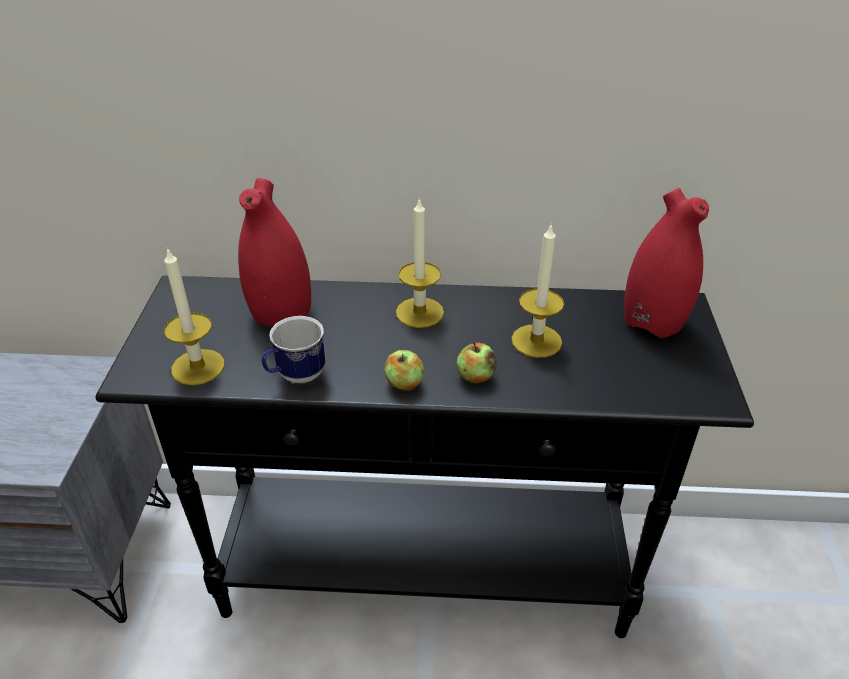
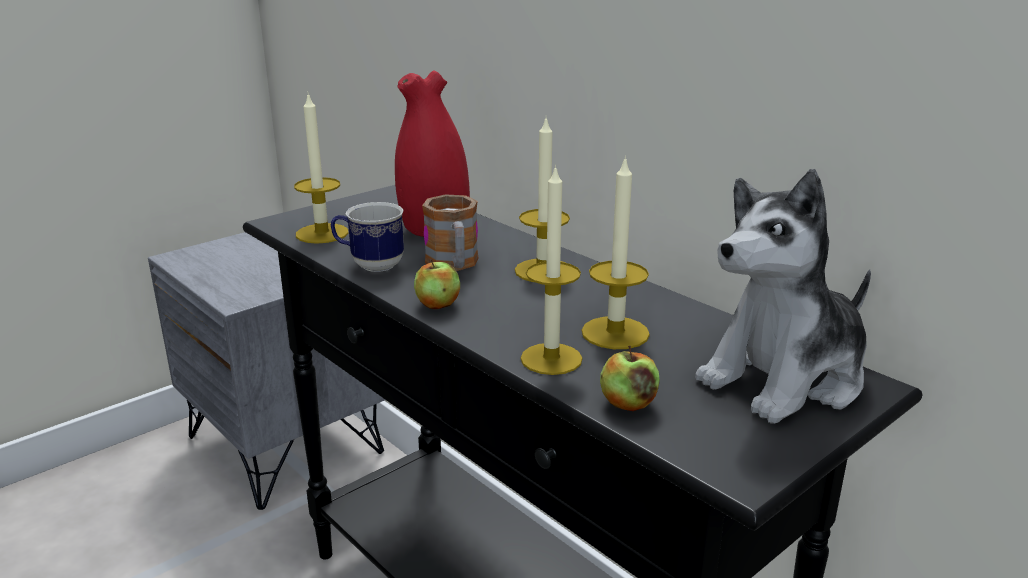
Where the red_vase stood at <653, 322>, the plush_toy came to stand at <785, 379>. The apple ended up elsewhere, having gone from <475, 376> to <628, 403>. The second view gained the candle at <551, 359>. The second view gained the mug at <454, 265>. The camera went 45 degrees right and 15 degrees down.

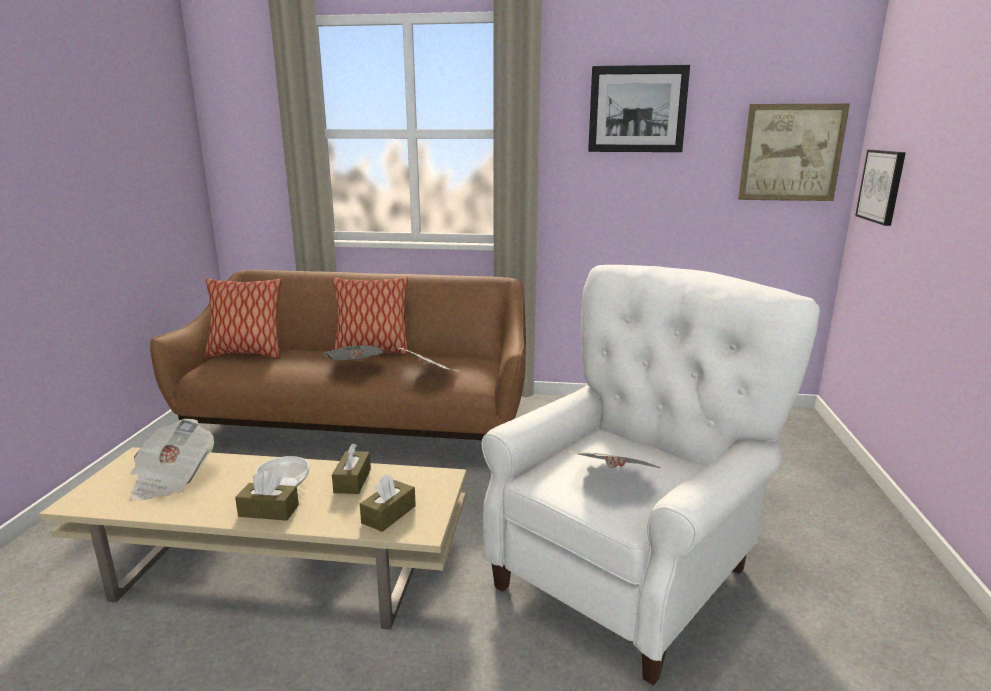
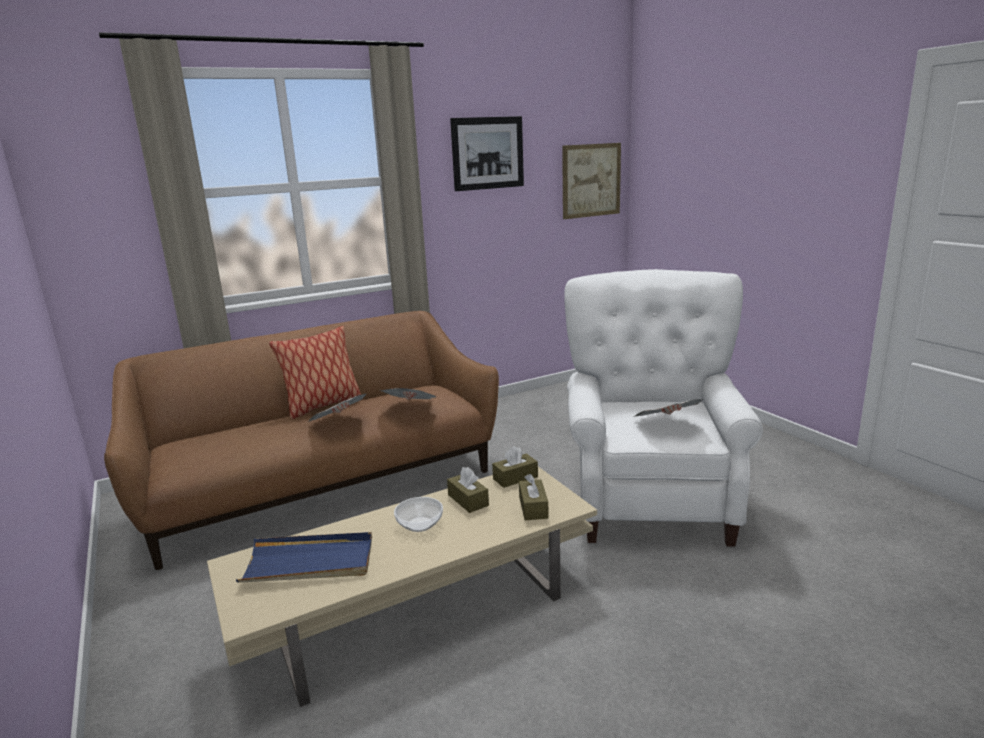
The second view lost the picture at <882, 186>. The second view lost the pillow at <246, 354>. Where the newspaper stood at <172, 479>, the blue_tray came to stand at <309, 562>. The brown_tissue_box ended up elsewhere, having gone from <268, 511> to <515, 478>. The camera went 35 degrees left and 0 degrees up.

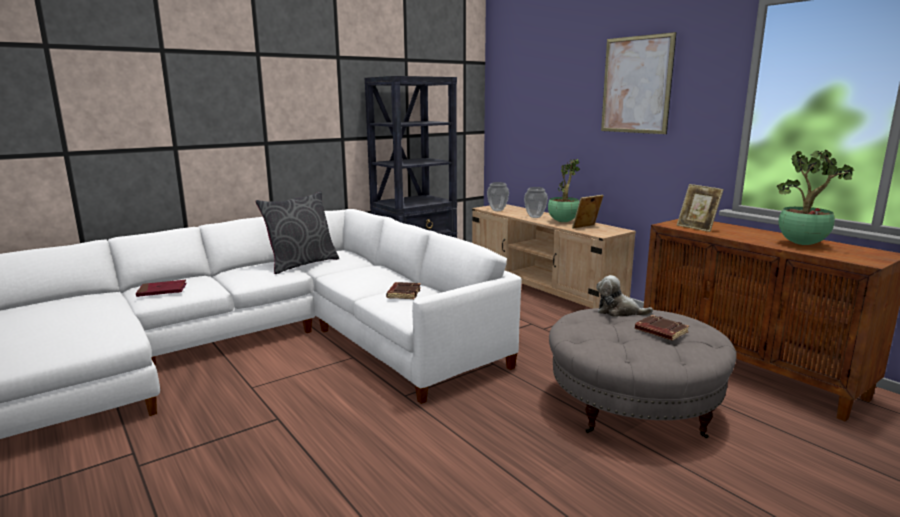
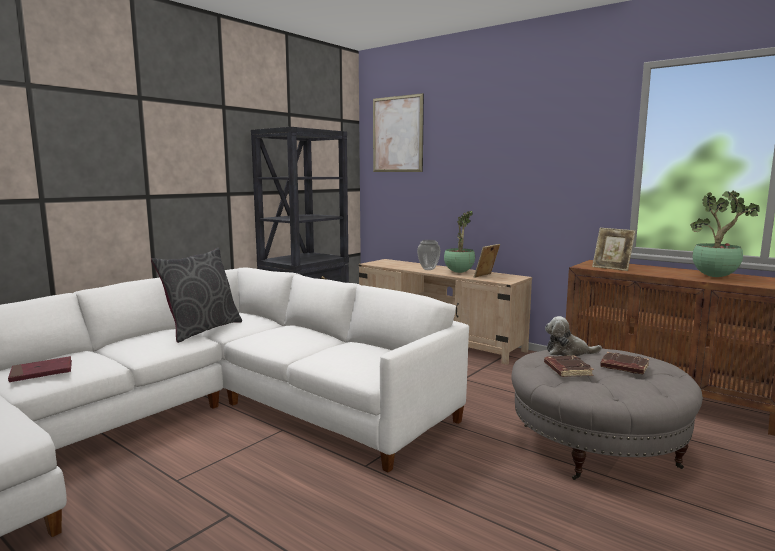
The picture ended up elsewhere, having gone from <636, 85> to <397, 134>. The second view lost the vase at <497, 210>. The brown_book ended up elsewhere, having gone from <403, 293> to <566, 370>. The camera went 15 degrees left and 5 degrees down.

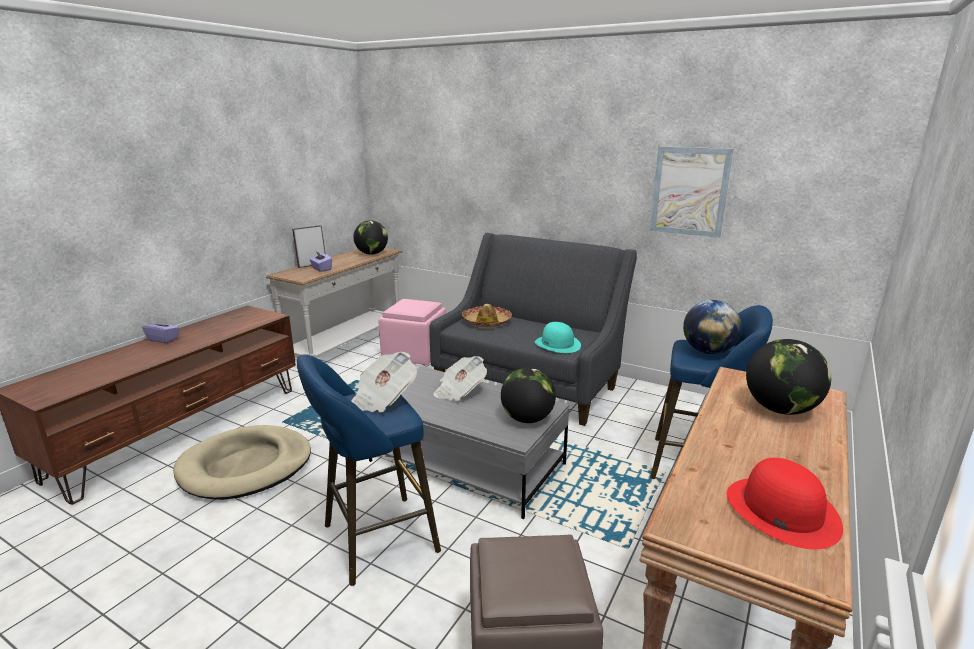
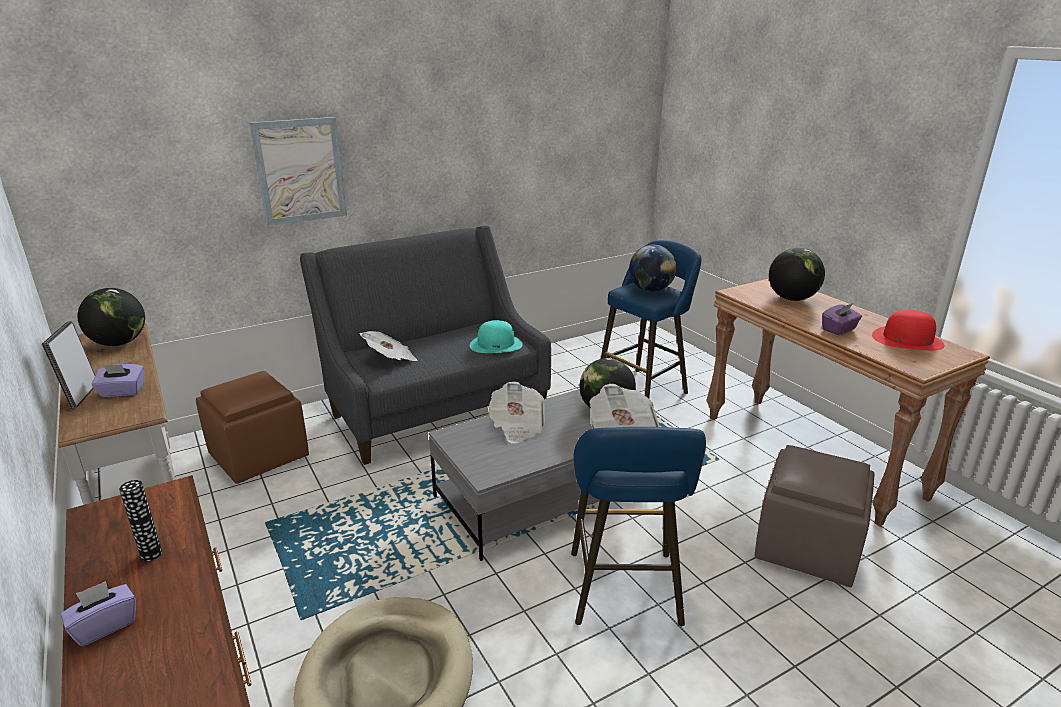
The picture ended up elsewhere, having gone from <689, 191> to <300, 171>. What was the pink_ottoman at <415, 354> turned into the brown_ottoman at <259, 455>. Where the hat stood at <486, 322>, the newspaper came to stand at <391, 359>. The second view gained the purple_tissue_box at <839, 329>. The second view gained the vase at <151, 554>. The camera went 60 degrees left and 5 degrees up.

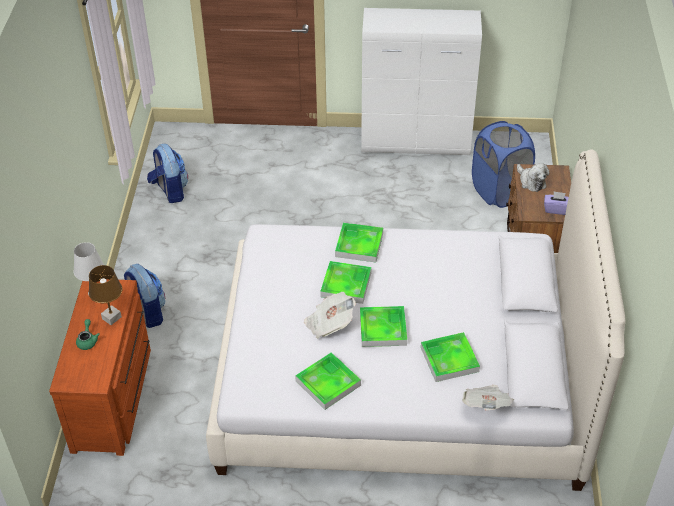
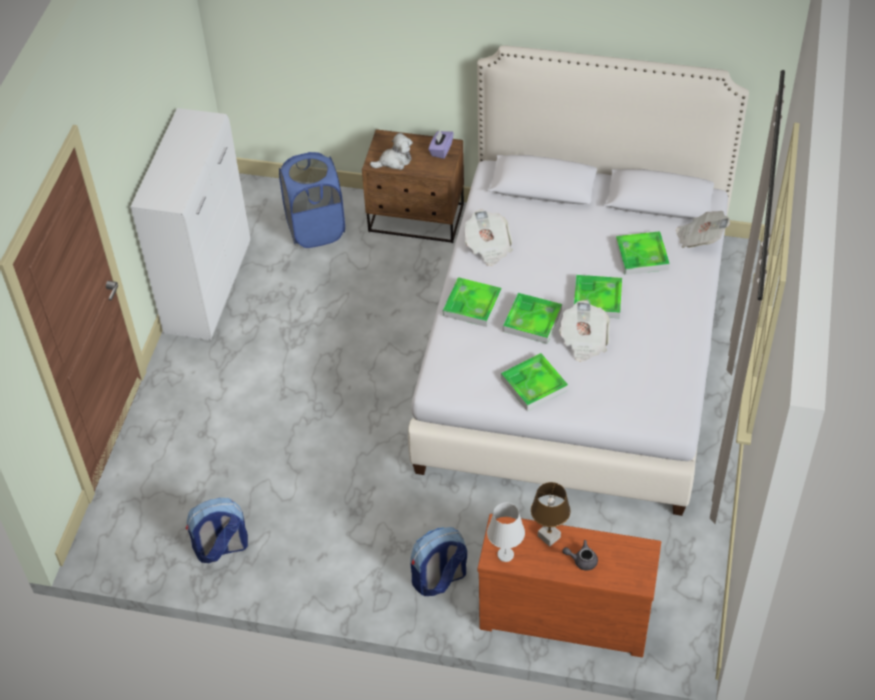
What was the green_teapot at <88, 340> turned into the grey_teapot at <581, 560>. The tray ended up elsewhere, having gone from <328, 383> to <534, 384>. The second view gained the newspaper at <488, 247>. The camera went 80 degrees left and 5 degrees up.

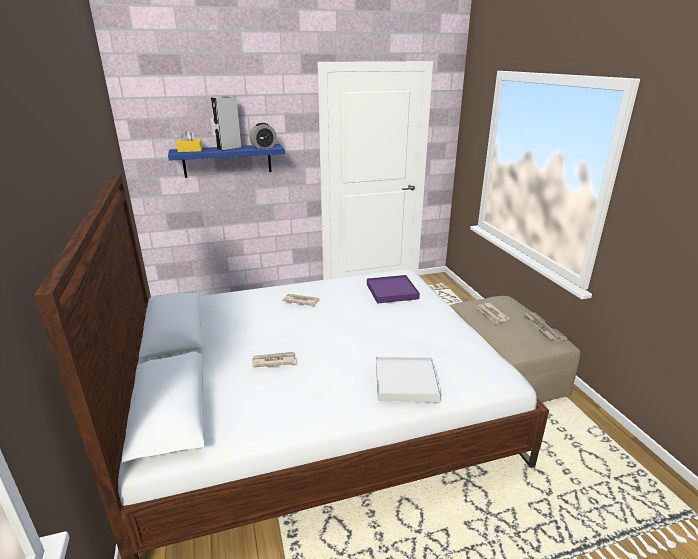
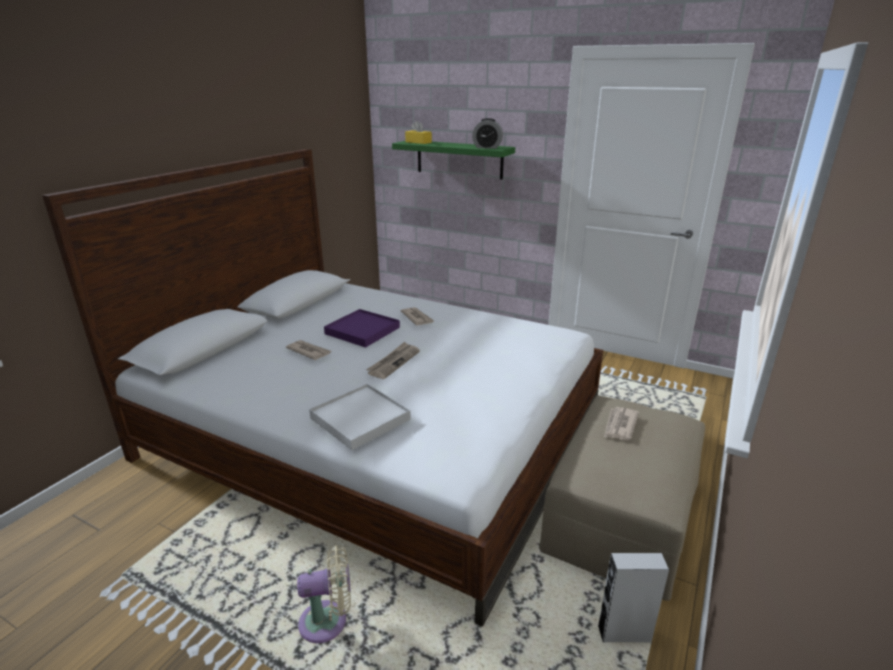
The grey_speaker ended up elsewhere, having gone from <229, 148> to <624, 634>. What was the blue_shelf at <227, 160> turned into the green_shelf at <459, 159>. The purple_tray ended up elsewhere, having gone from <392, 291> to <362, 331>. The newspaper ended up elsewhere, having gone from <543, 327> to <394, 362>. The second view gained the beige_fan at <328, 621>. The camera went 45 degrees right and 0 degrees up.

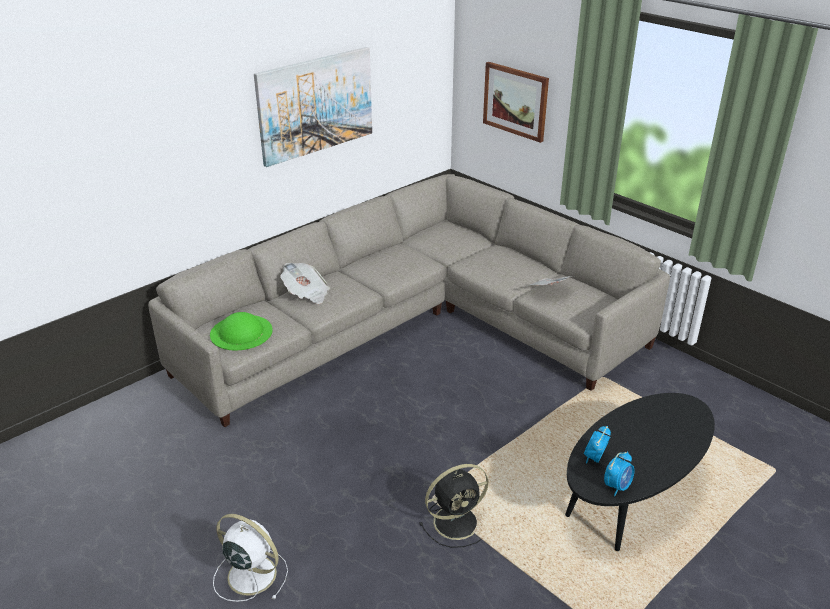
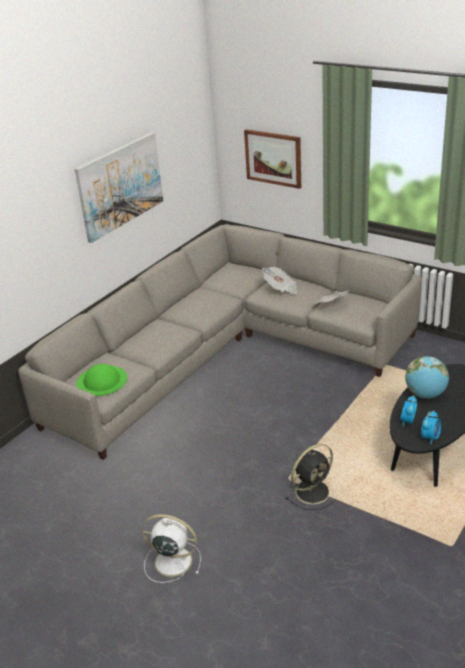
The newspaper ended up elsewhere, having gone from <306, 294> to <281, 289>. The second view gained the globe at <425, 394>. The camera went 10 degrees left and 0 degrees up.

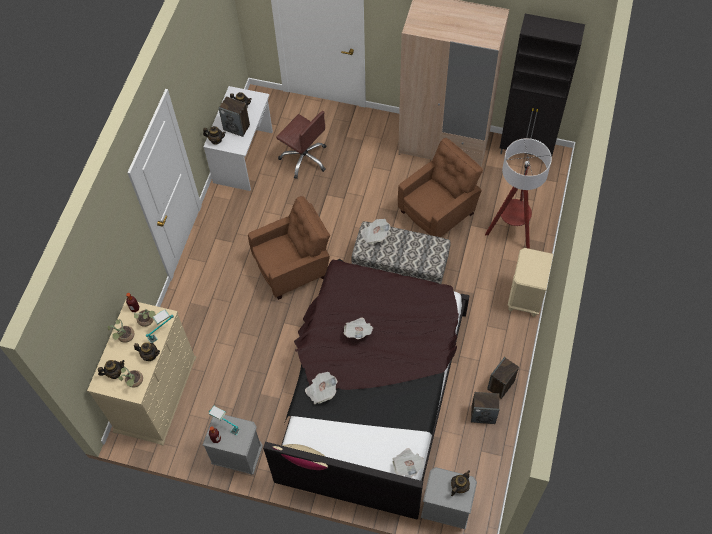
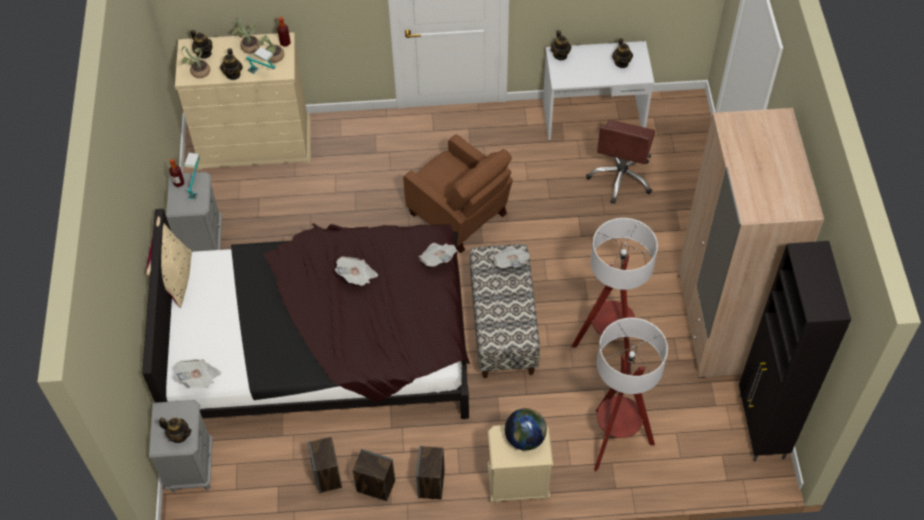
The speaker ended up elsewhere, having gone from <237, 127> to <431, 484>. Where the brown_armchair stood at <438, 211>, the floor_lamp came to stand at <608, 346>. The newspaper ended up elsewhere, having gone from <321, 391> to <438, 259>. The second view gained the globe at <525, 438>. The camera went 70 degrees right and 5 degrees down.

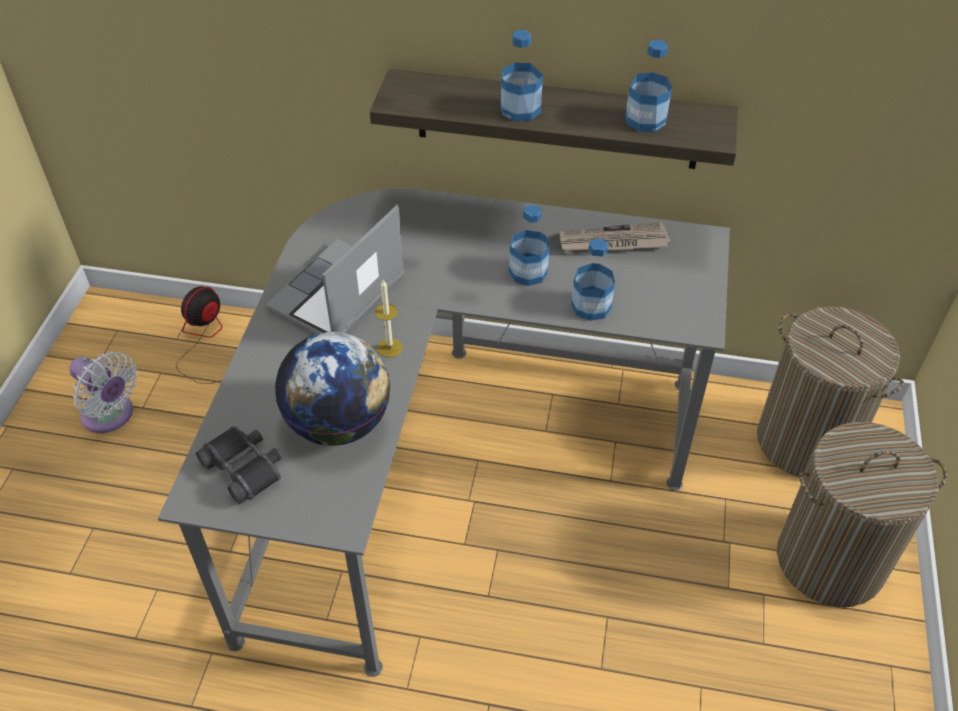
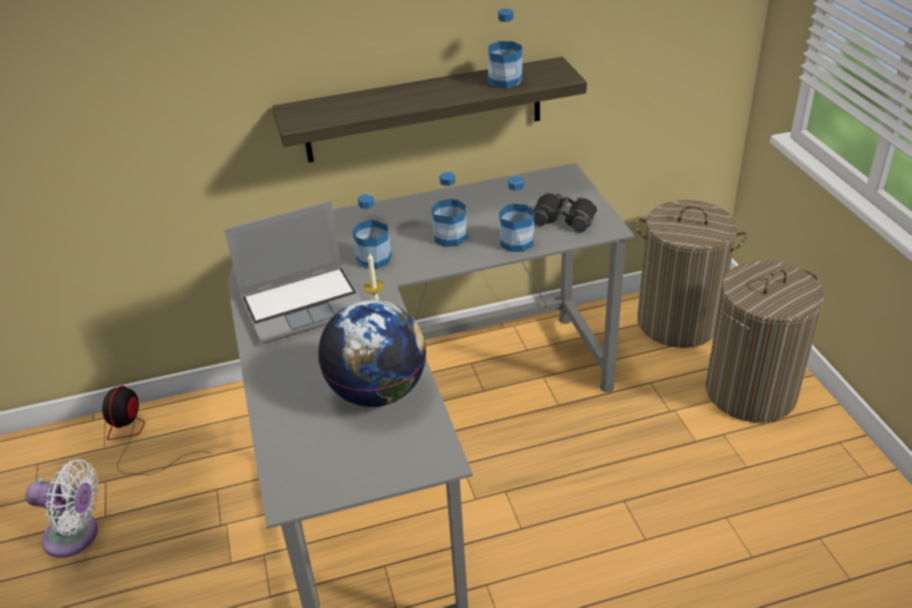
The bottle ended up elsewhere, having gone from <520, 109> to <374, 258>. The laptop at <338, 295> ended up facing another way, 120 degrees counterclockwise from before. The second view lost the newspaper at <613, 242>. The black_binoculars ended up elsewhere, having gone from <244, 468> to <564, 218>. The camera went 25 degrees left and 10 degrees down.

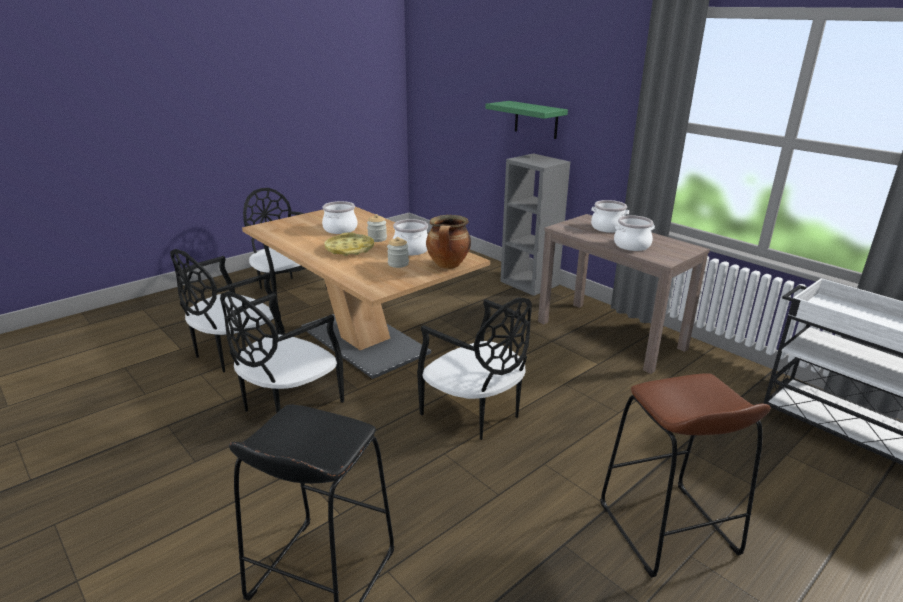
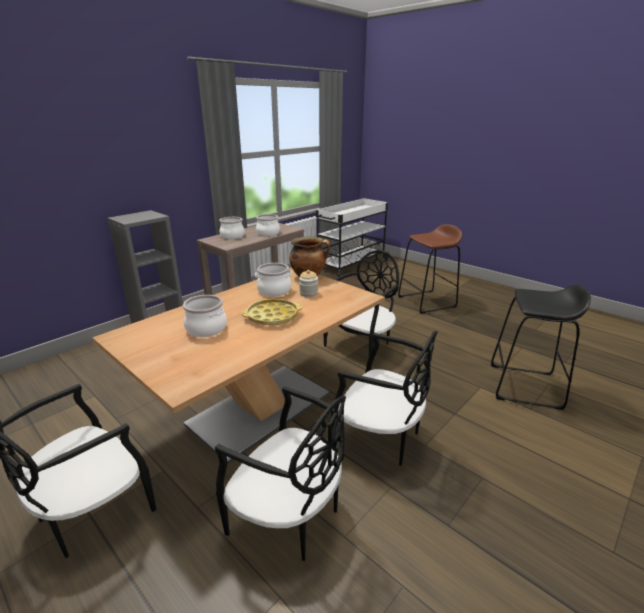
The second view lost the green_shelf at <536, 120>. The second view lost the jar at <377, 239>. The camera went 95 degrees left and 0 degrees up.

